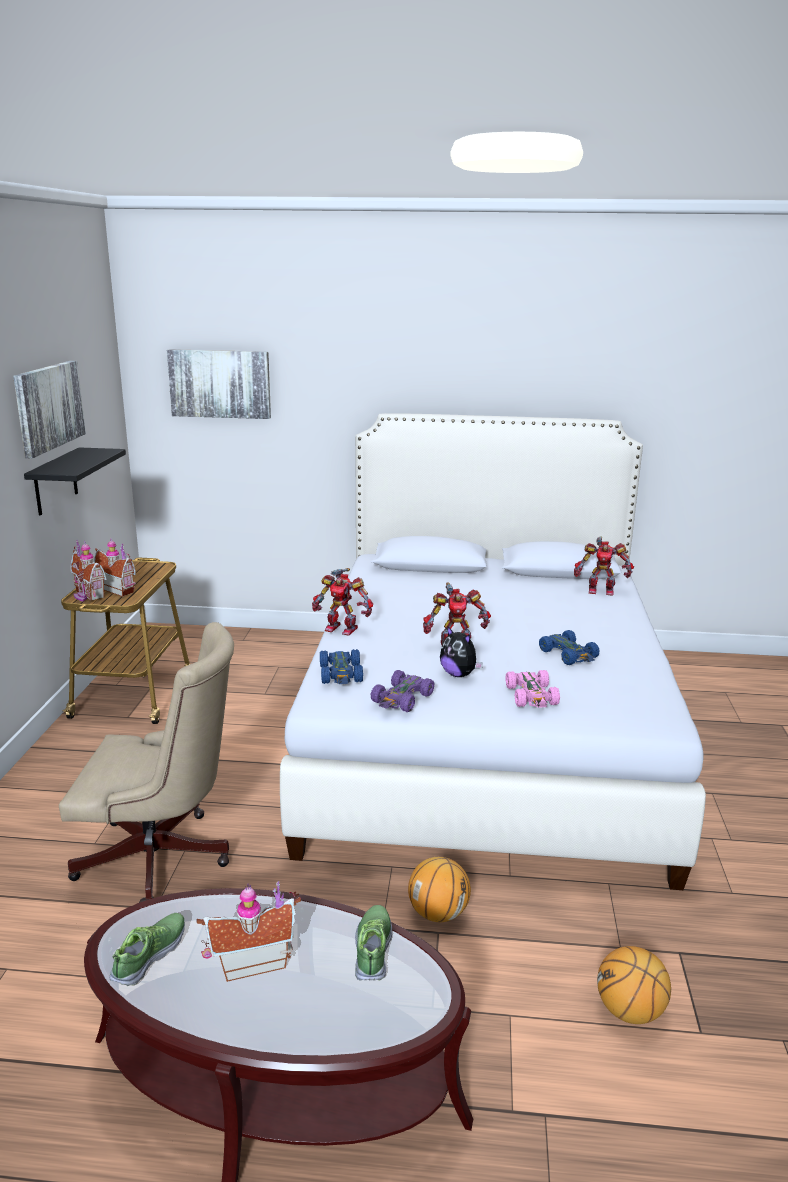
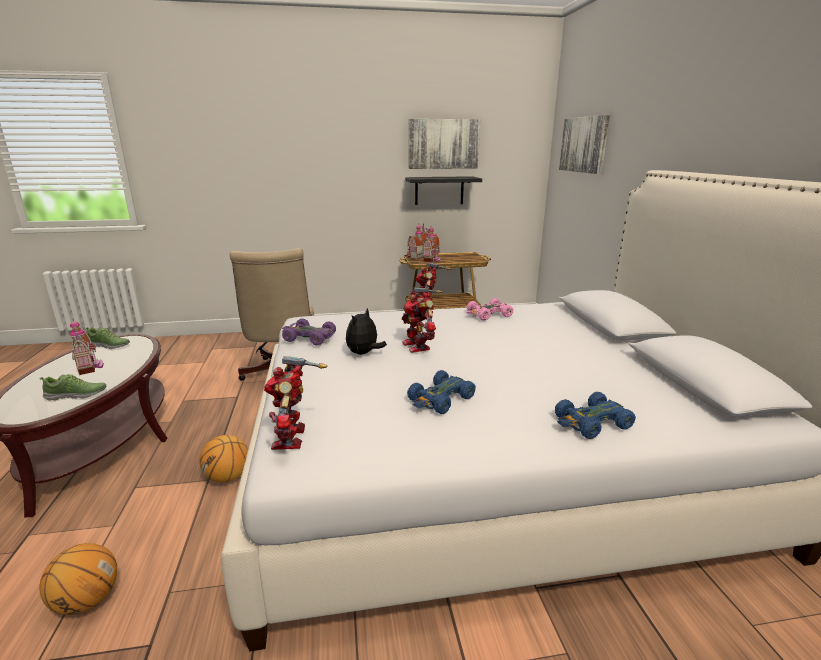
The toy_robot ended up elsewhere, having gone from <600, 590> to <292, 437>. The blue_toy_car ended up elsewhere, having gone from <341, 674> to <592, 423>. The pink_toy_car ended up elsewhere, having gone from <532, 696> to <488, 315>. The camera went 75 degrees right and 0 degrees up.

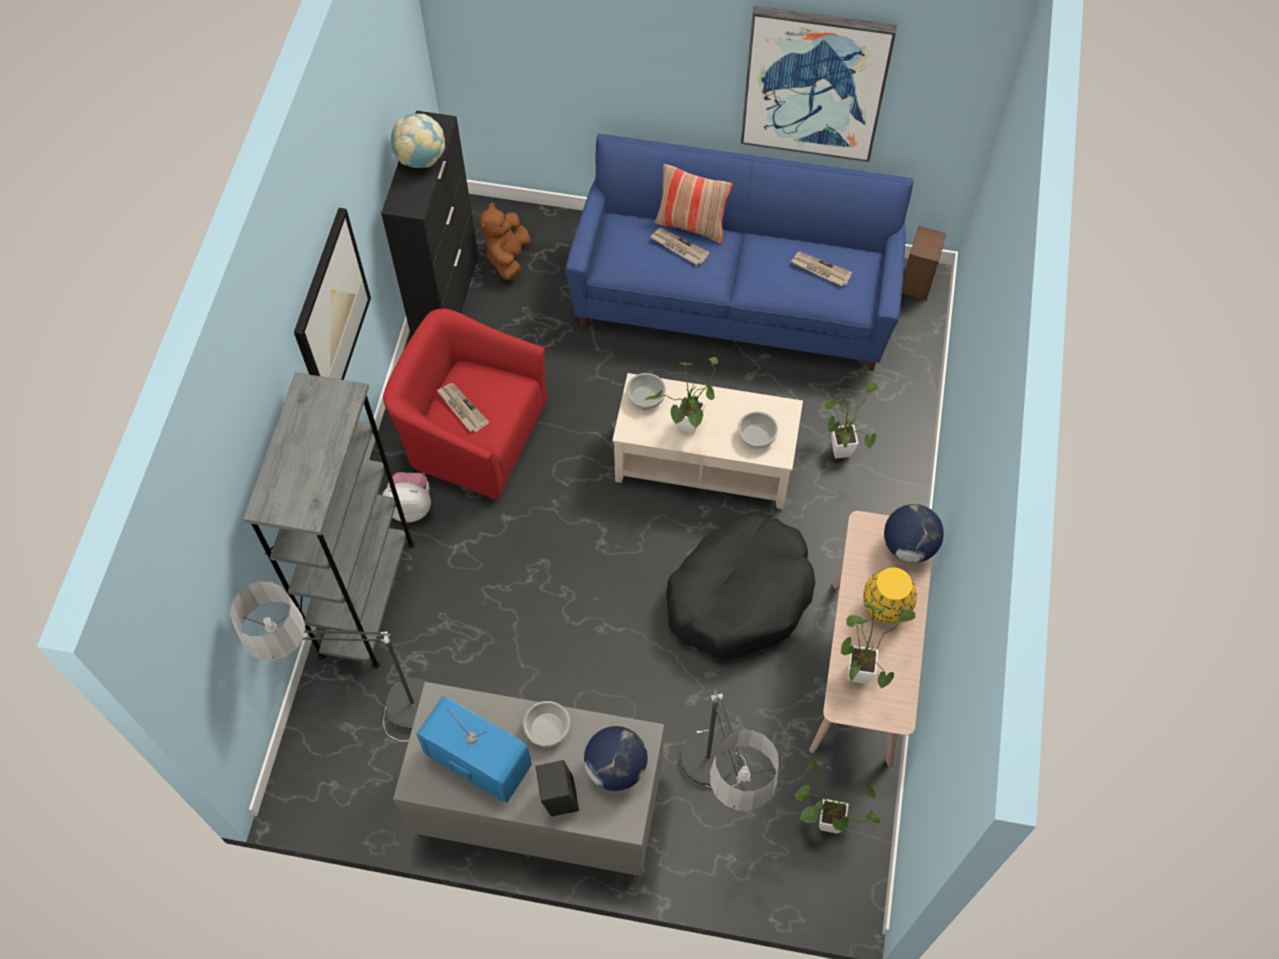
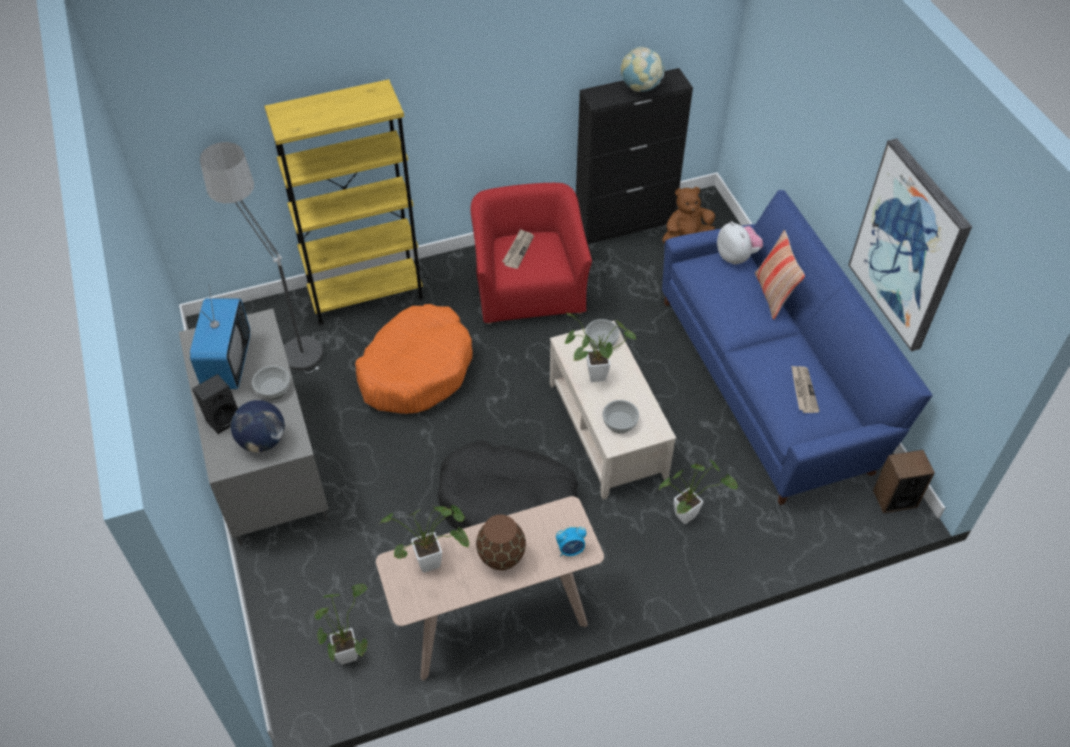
The second view lost the picture at <331, 313>. The second view lost the newspaper at <678, 247>. What was the grey_bookcase at <367, 599> turned into the yellow_bookcase at <366, 295>. The plush_toy ended up elsewhere, having gone from <410, 506> to <736, 257>. Where the globe stood at <908, 546>, the alarm_clock came to stand at <571, 549>. What was the yellow_vase at <886, 607> turned into the brown_vase at <502, 557>. The second view lost the floor_lamp at <719, 802>. The second view gained the orange_dog_bed at <416, 369>. The camera went 60 degrees right and 10 degrees down.

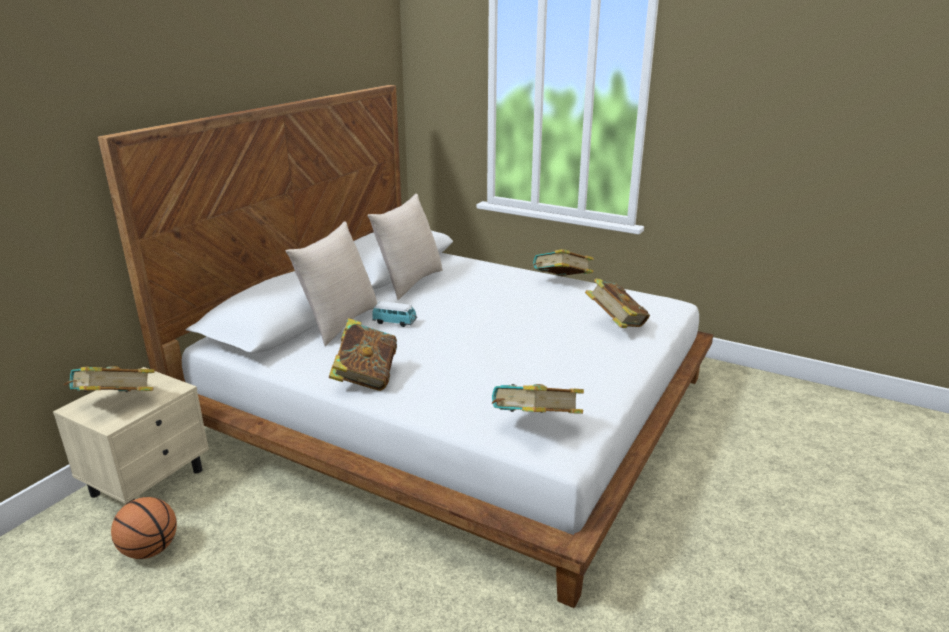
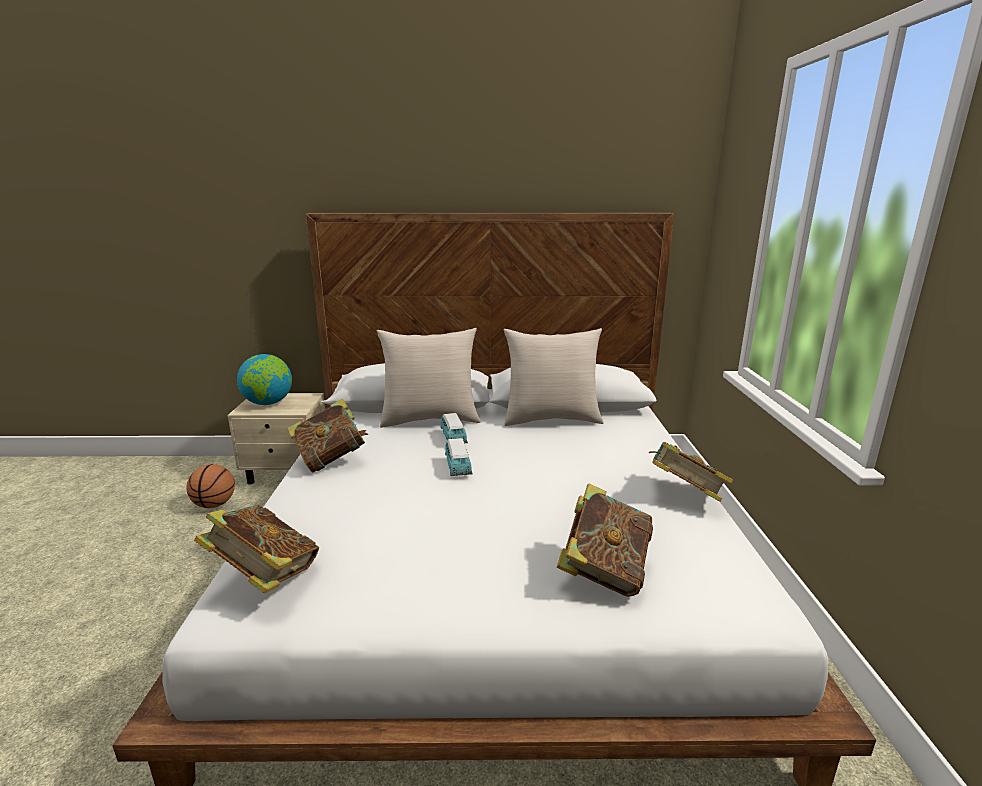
Where the book stood at <116, 404>, the globe came to stand at <268, 403>. The second view gained the toy_car at <458, 467>. The camera went 60 degrees right and 5 degrees down.

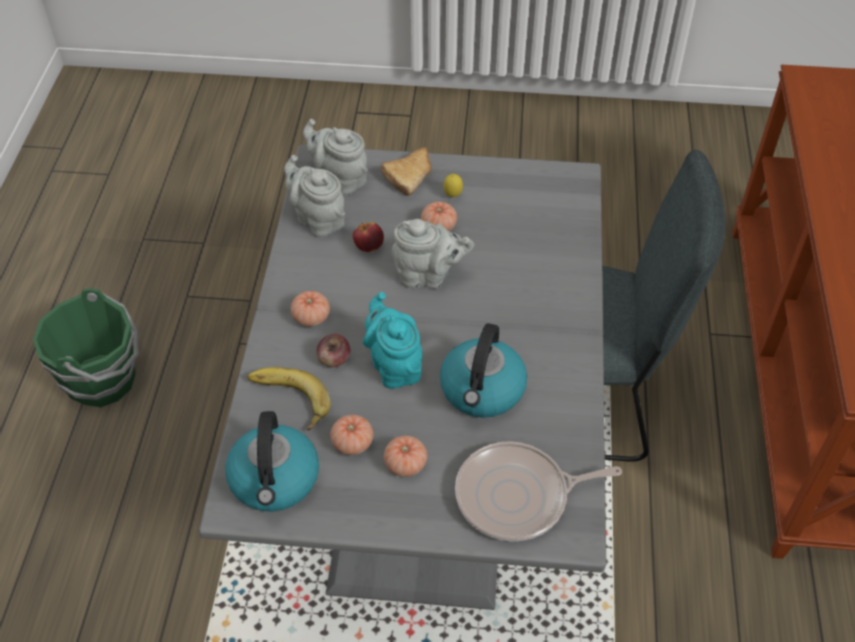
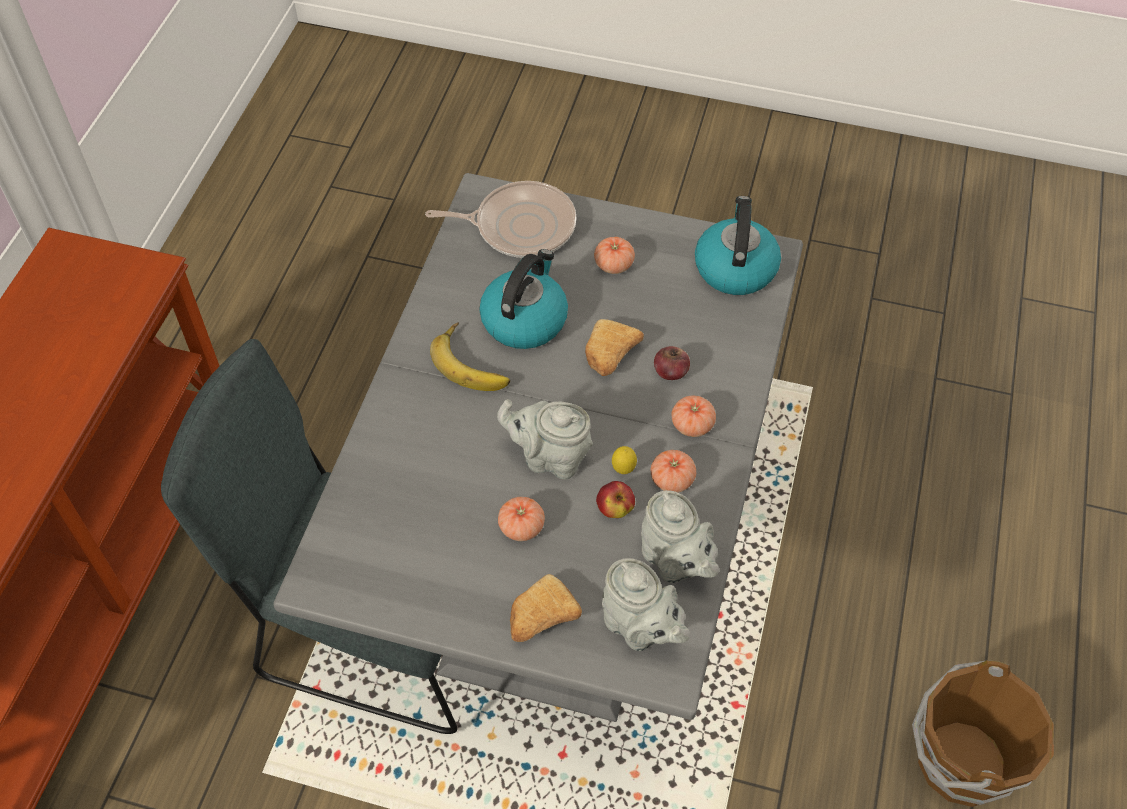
The lemon ended up elsewhere, having gone from <453, 196> to <623, 470>. What was the green_bucket at <103, 379> turned into the brown_bucket at <959, 761>. Where the turquoise_teapot stood at <394, 366>, the bread came to stand at <608, 357>. The banana ended up elsewhere, having gone from <287, 401> to <473, 362>. The tomato ended up elsewhere, having gone from <352, 443> to <672, 479>. The camera went 170 degrees left and 5 degrees up.

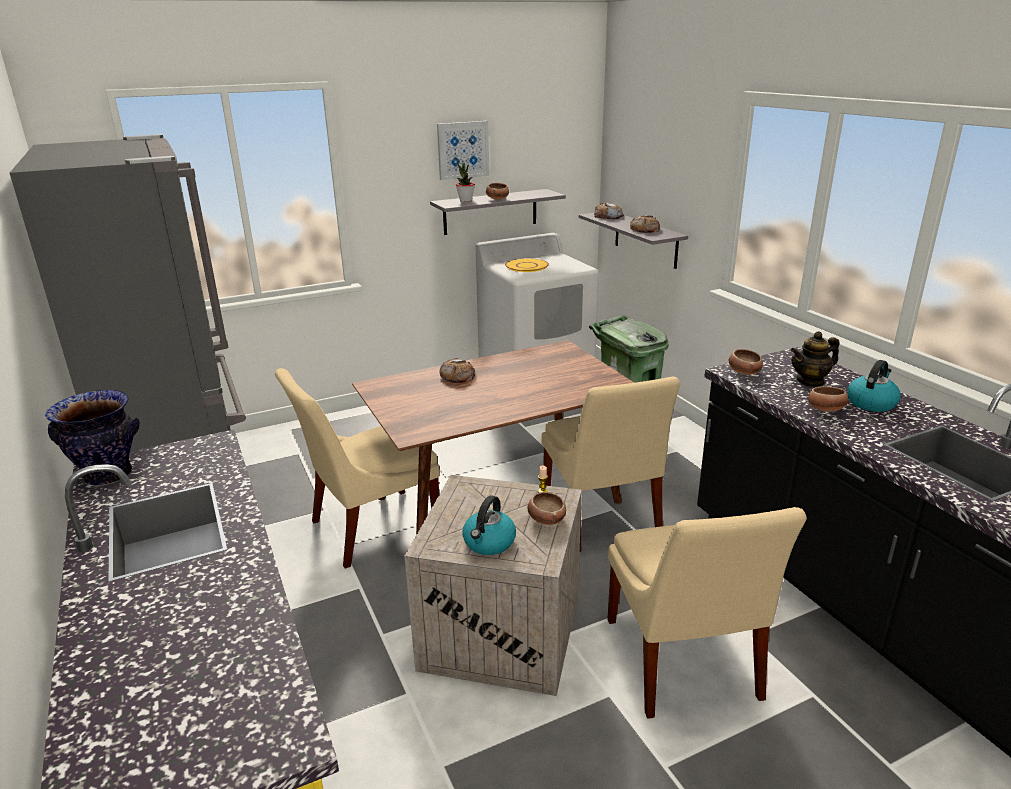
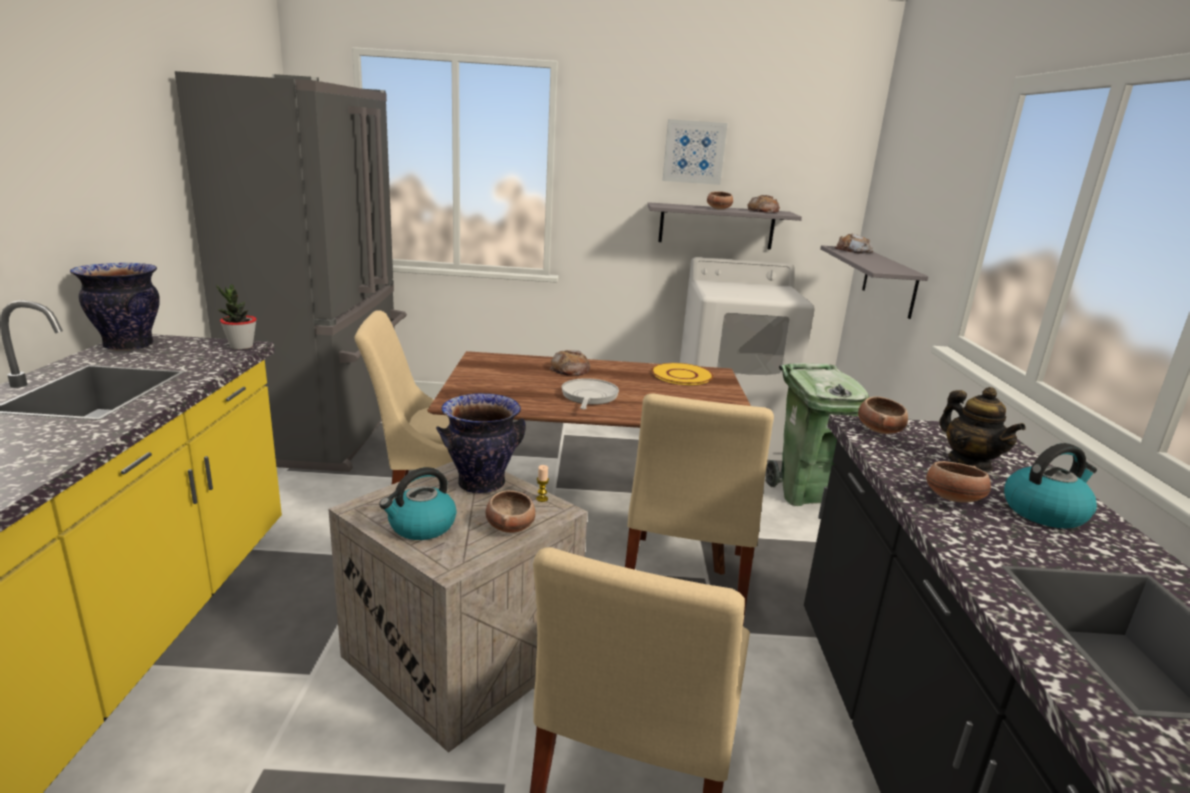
The potted_plant ended up elsewhere, having gone from <465, 200> to <241, 346>. The bread ended up elsewhere, having gone from <644, 229> to <763, 211>. The yellow_plate ended up elsewhere, having gone from <526, 266> to <681, 375>. The teapot at <810, 381> ended up facing another way, 120 degrees counterclockwise from before. The second view gained the frying_pan at <588, 397>. The second view gained the vase at <481, 484>. The camera went 25 degrees right and 5 degrees down.

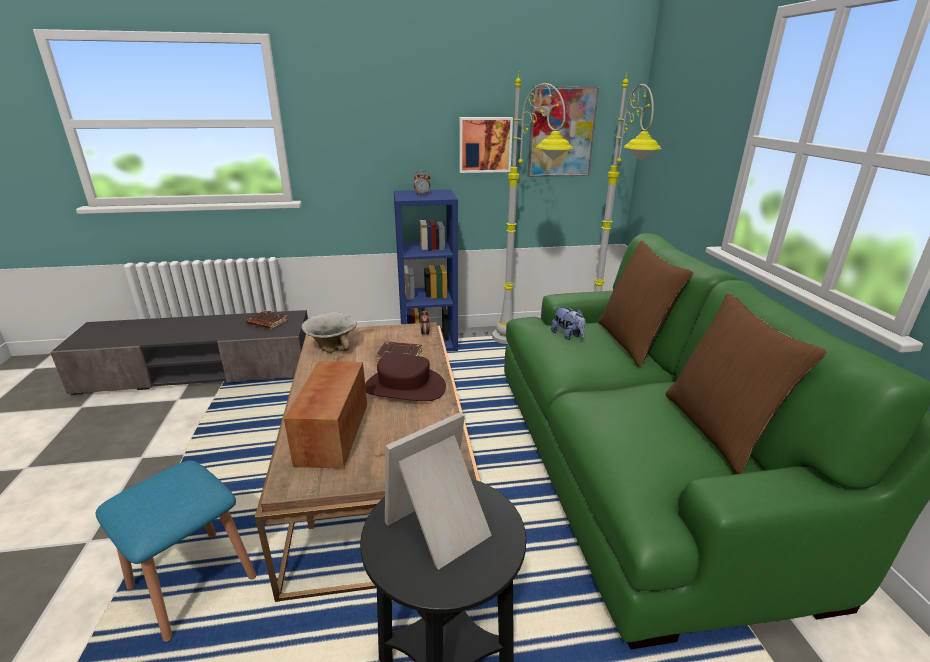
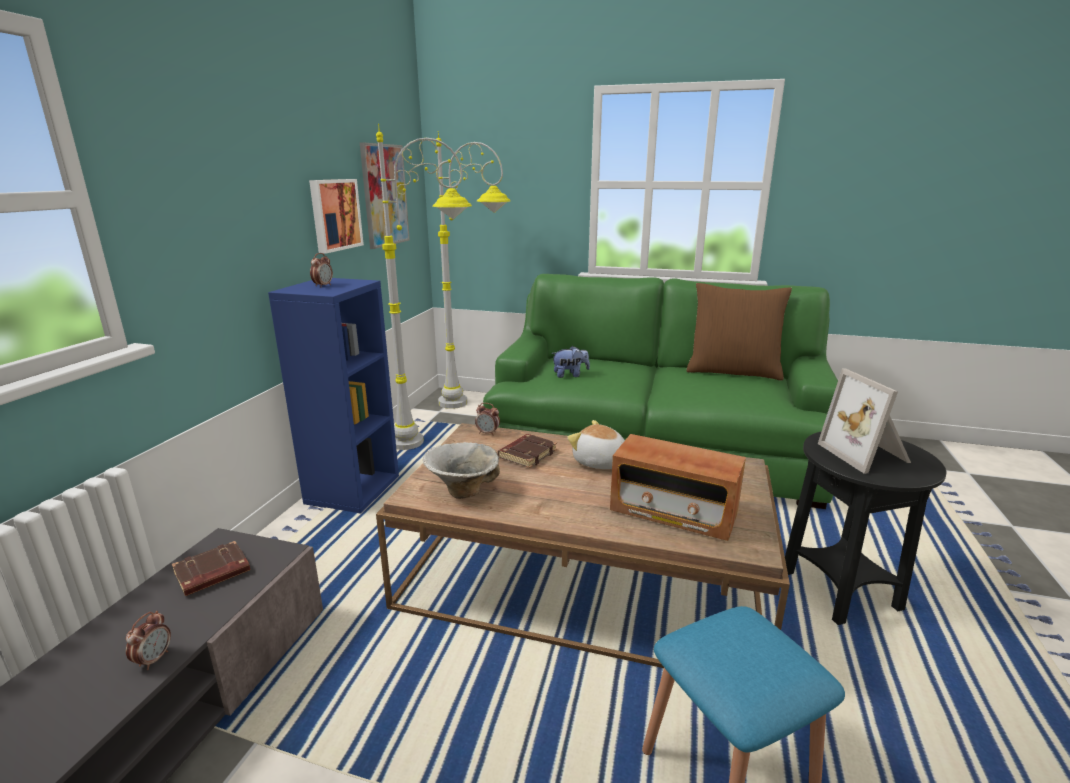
The second view lost the brown_pillow at <632, 342>. Where the brown_hat stood at <404, 387>, the plush_toy came to stand at <600, 462>. The second view gained the alarm_clock at <154, 659>. The camera went 65 degrees left and 5 degrees down.

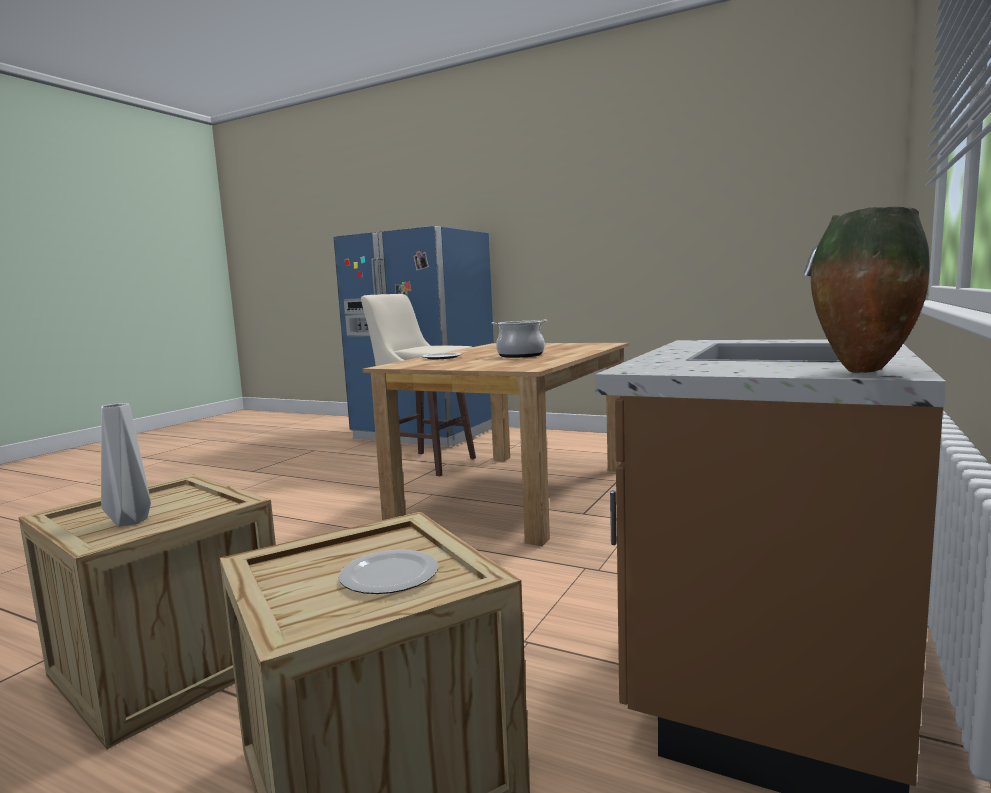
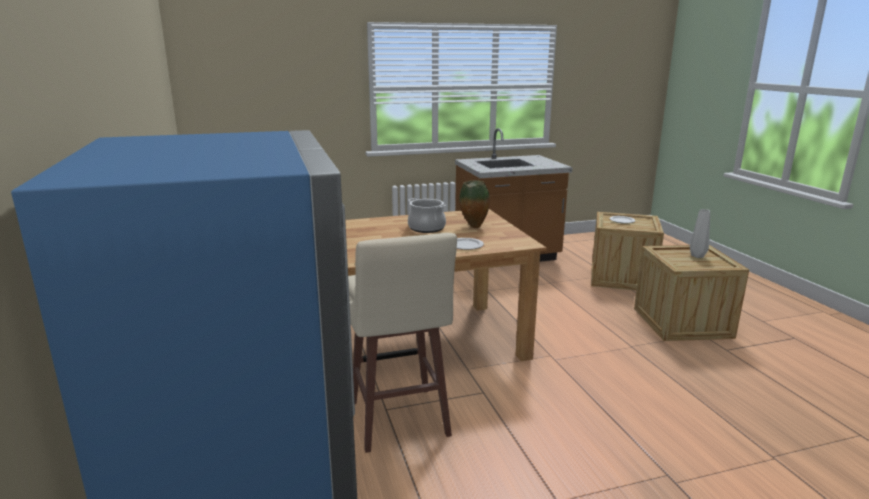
The vase ended up elsewhere, having gone from <861, 371> to <473, 227>. The camera went 135 degrees left and 10 degrees up.

